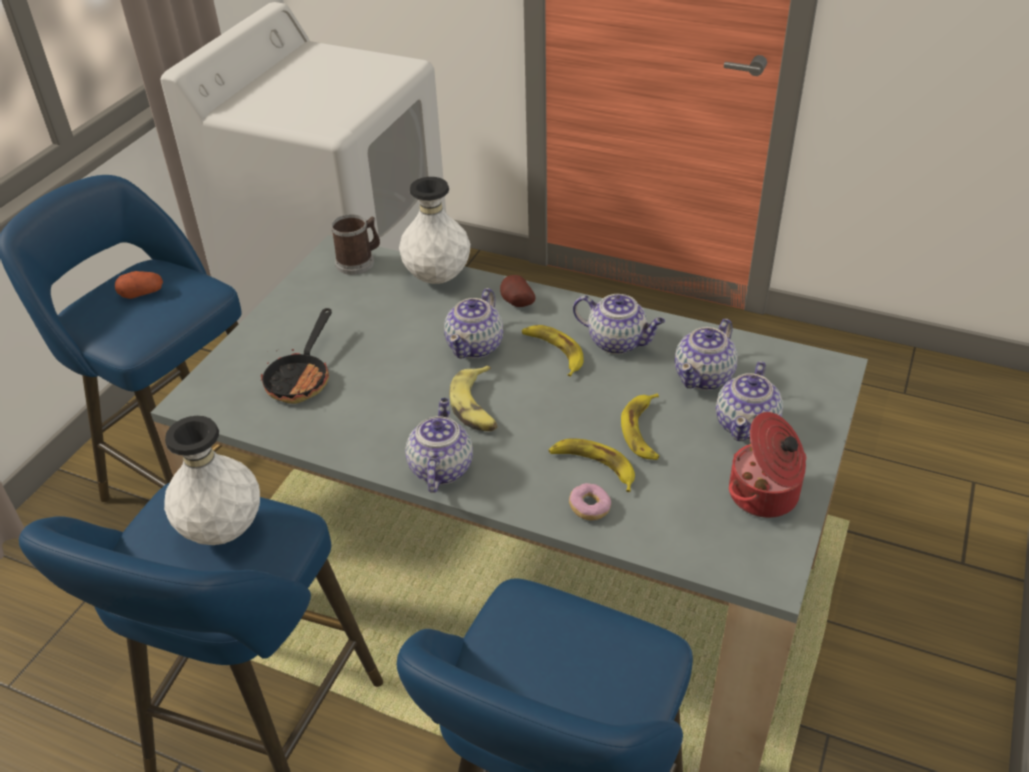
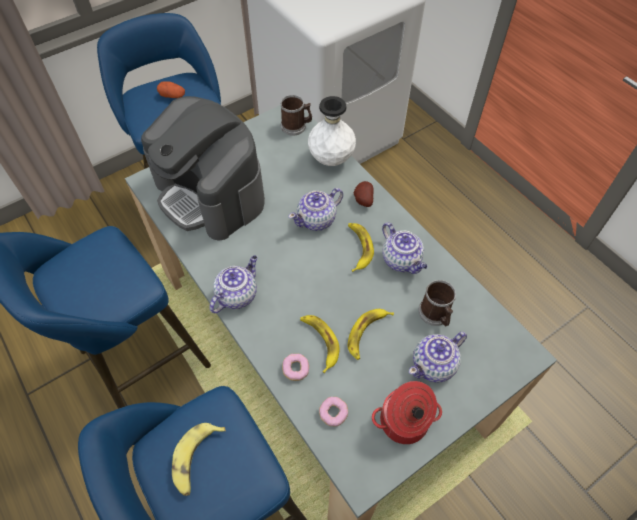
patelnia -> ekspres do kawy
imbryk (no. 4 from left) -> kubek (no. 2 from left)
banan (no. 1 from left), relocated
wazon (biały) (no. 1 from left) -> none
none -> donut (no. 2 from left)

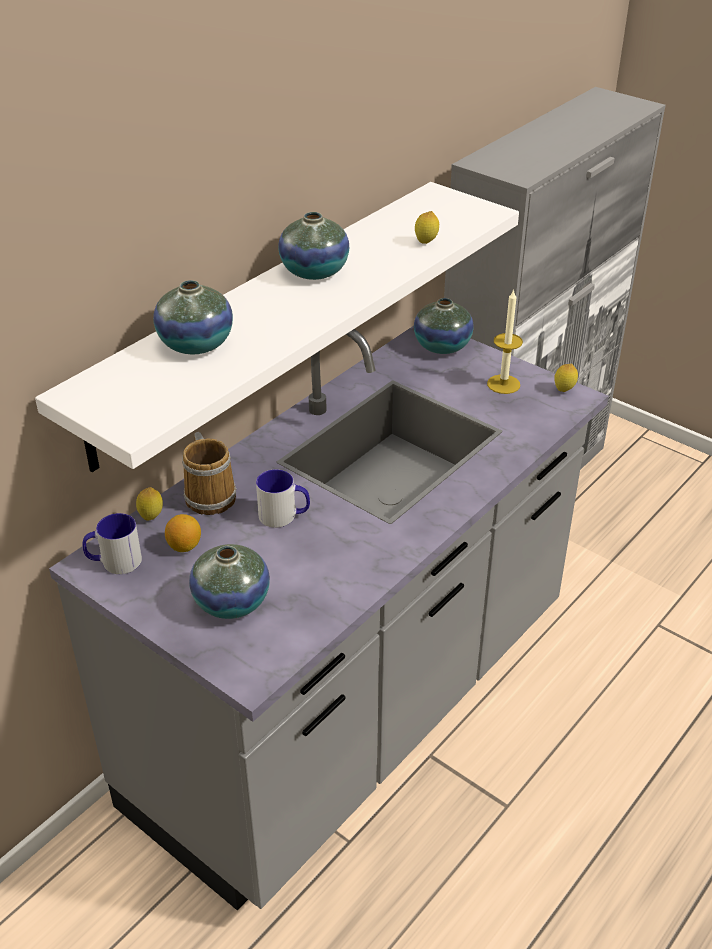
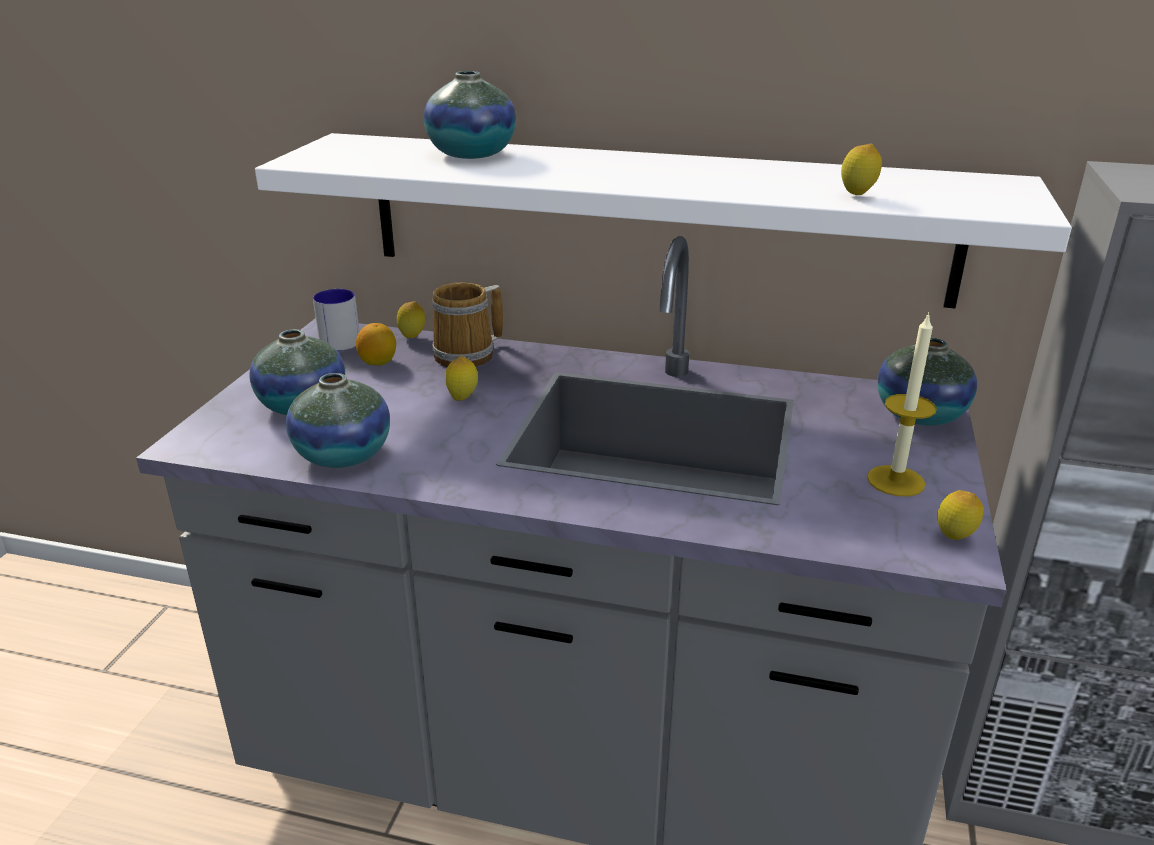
wazon (no. 3 from left in the first image) -> wazon (no. 2 from left), relocated
kubek (no. 3 from left) -> cytryna (no. 3 from left)

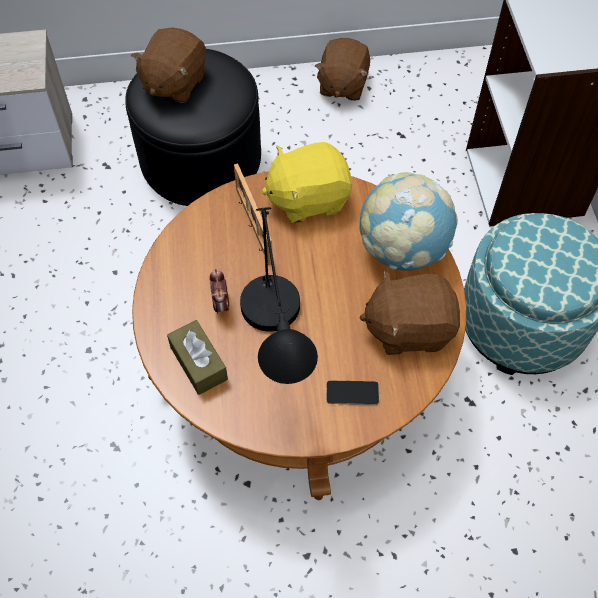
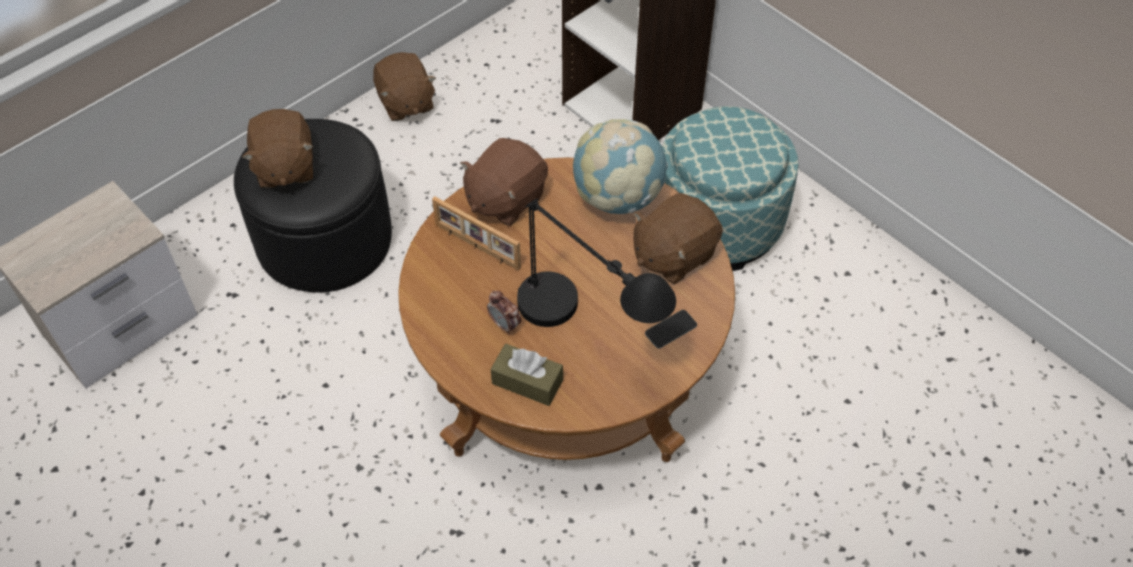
pluszak (żółty) -> pluszak (brązowy) (no. 3 from left)

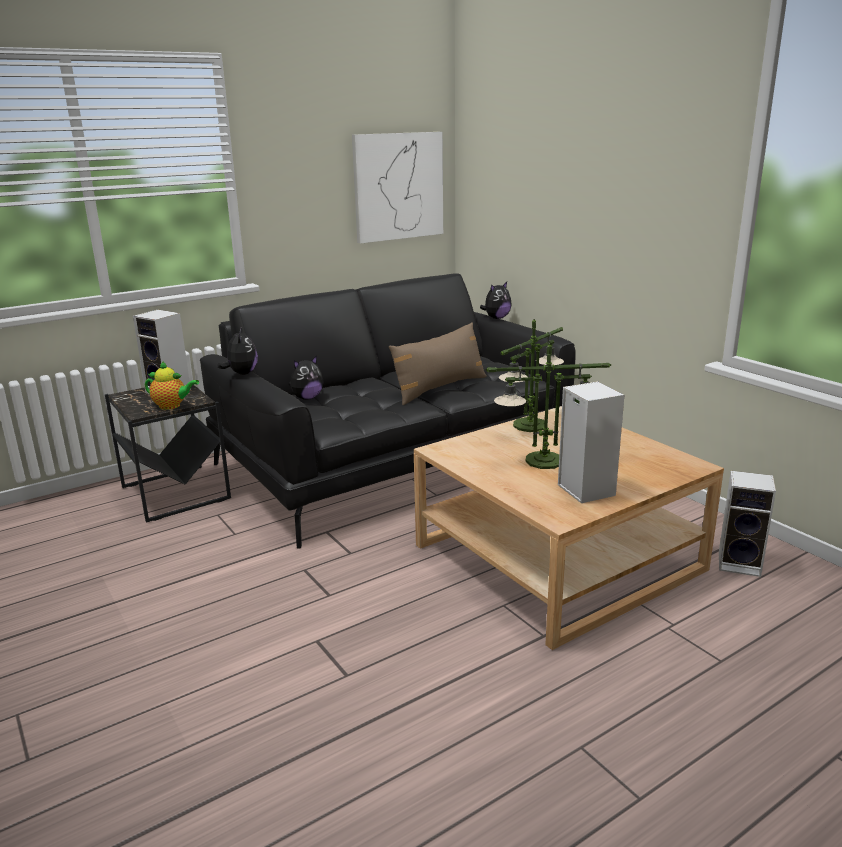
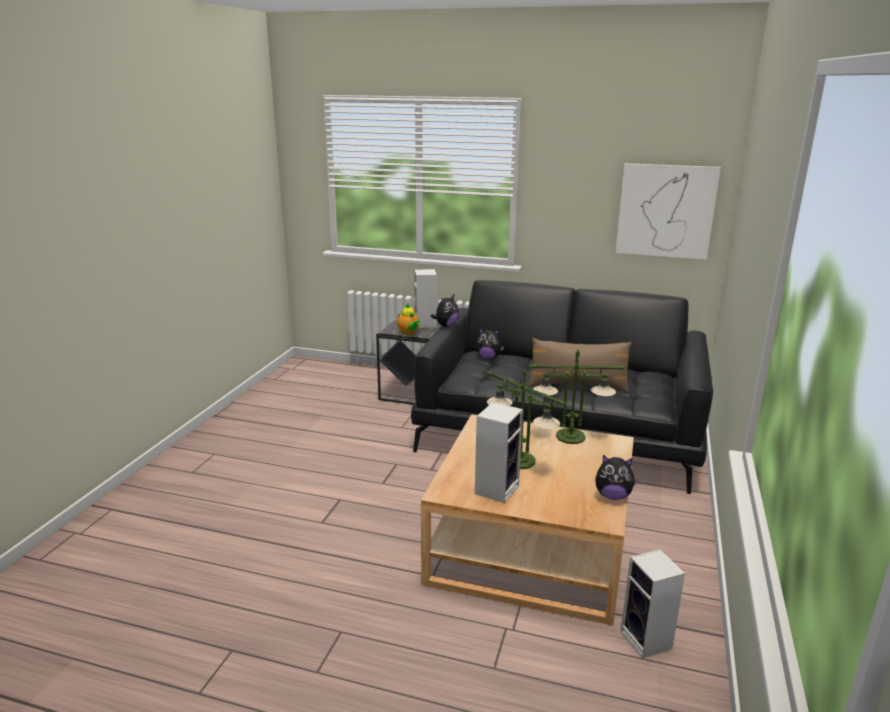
pluszak (no. 3 from left), relocated

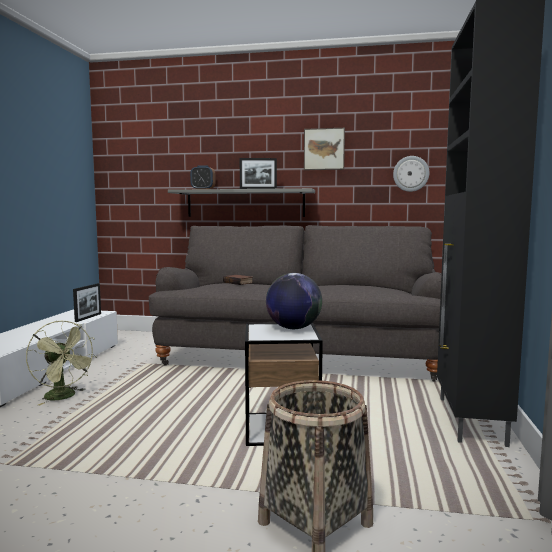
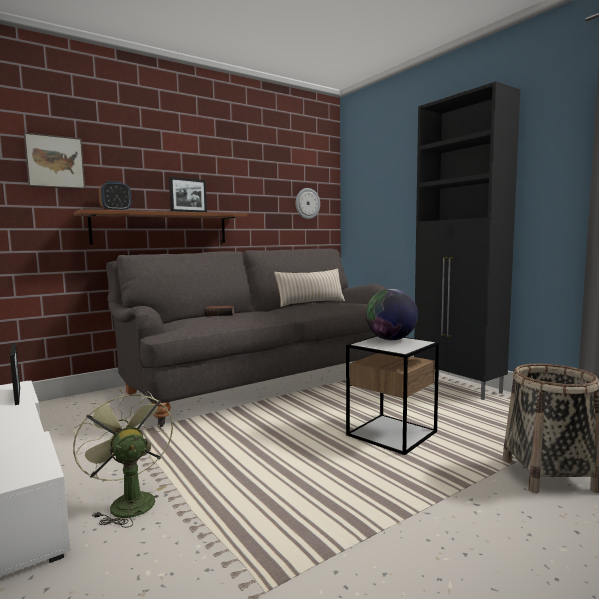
obraz, relocated
półka (szary) -> półka (brązowy)
wentylator (zielony), 120 degrees counterclockwise
none -> poduszka (beżowy)

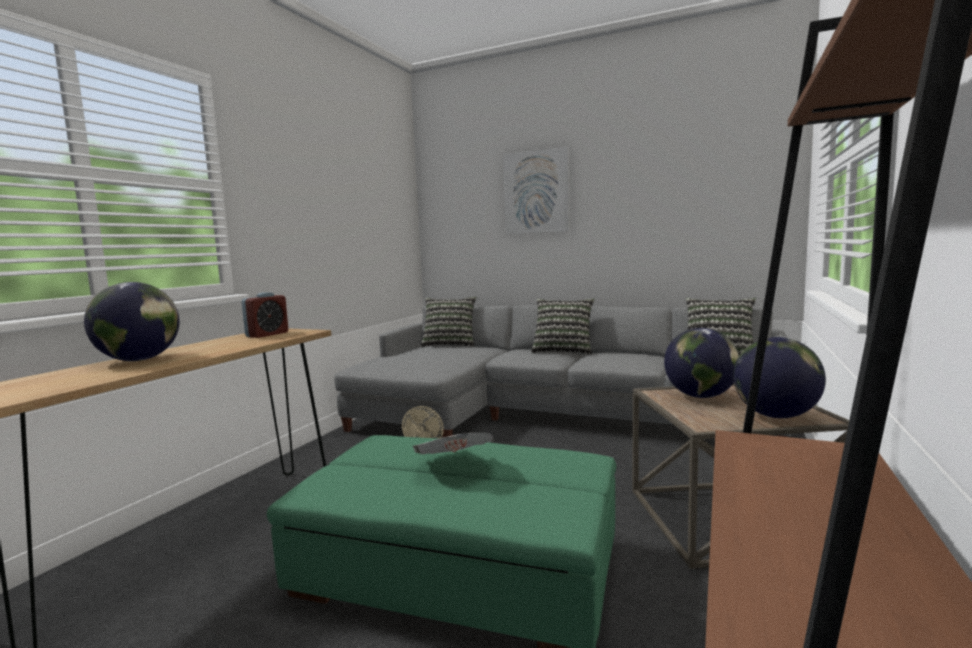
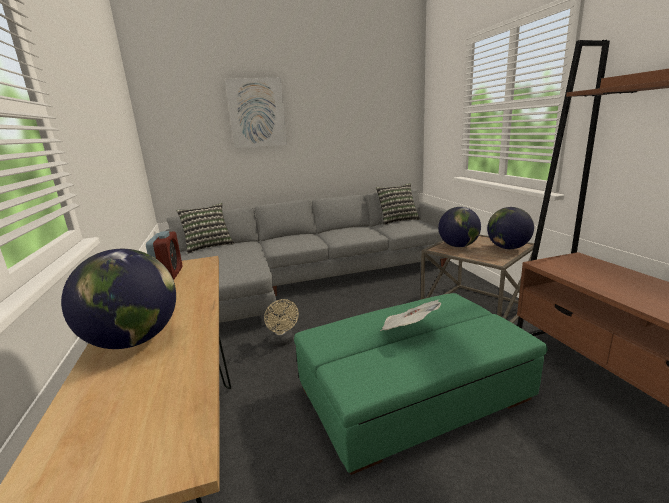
poduszka (no. 2 from left) -> none

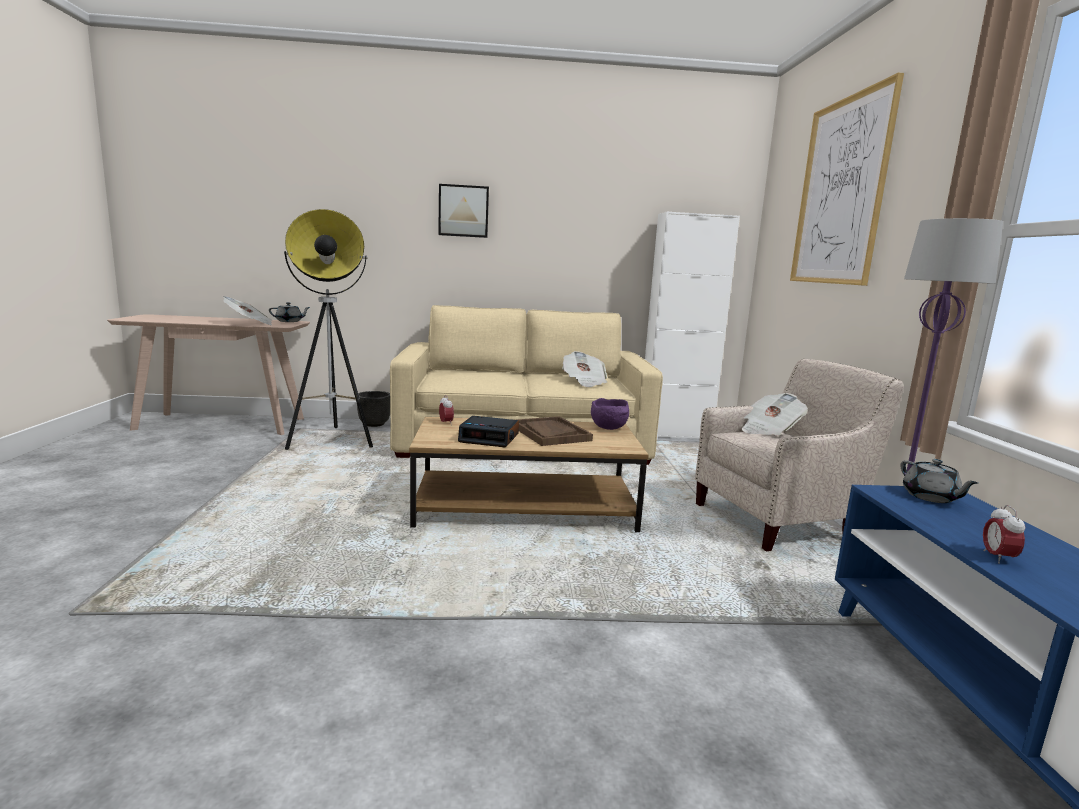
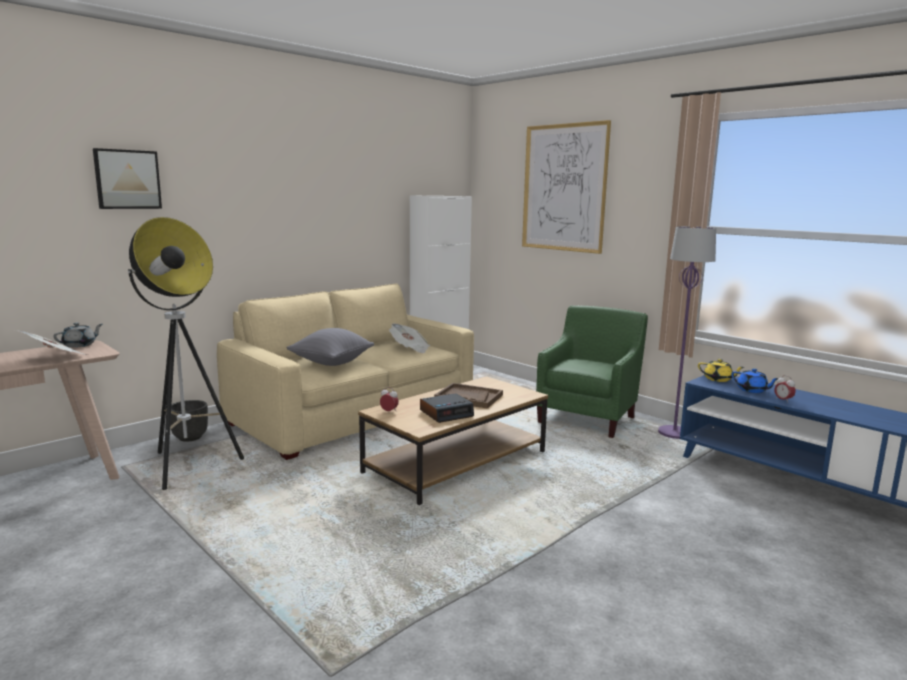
obraz (no. 1 from left), relocated
fotel (beżowy) -> fotel (zielony)
gazeta (no. 3 from left) -> none
miska (fioletowy) -> none
imbryk (szary) (no. 2 from left) -> imbryk (żółty)
none -> poduszka (szary)
none -> imbryk (niebieski)

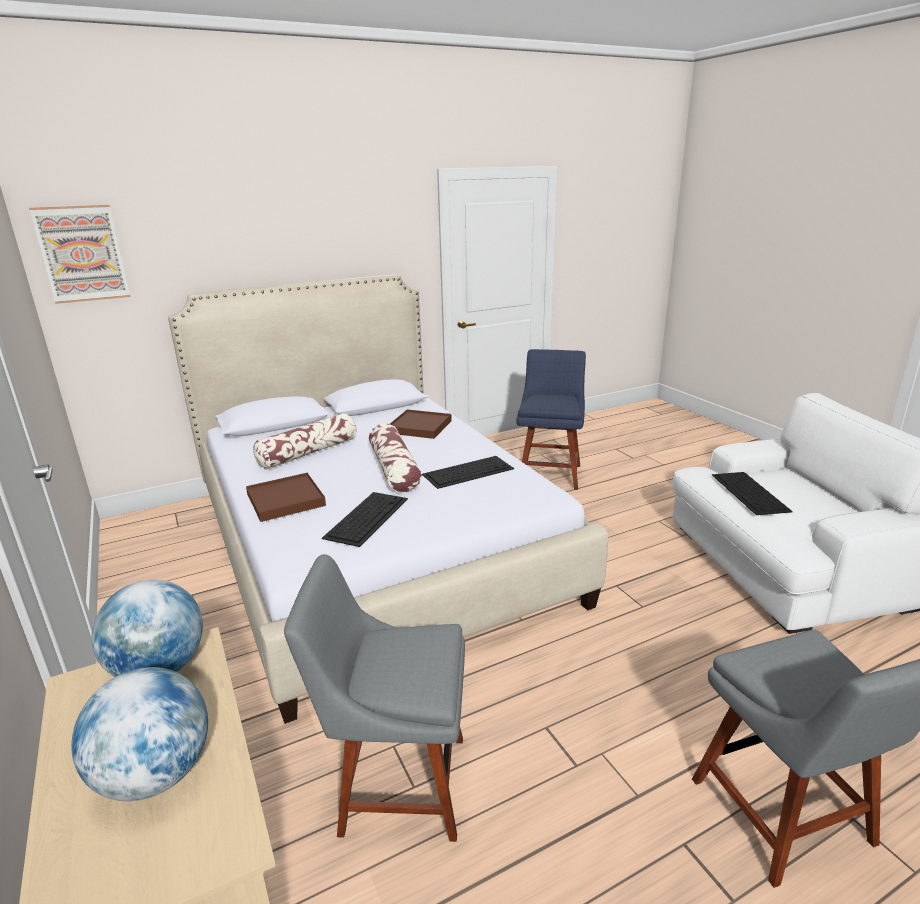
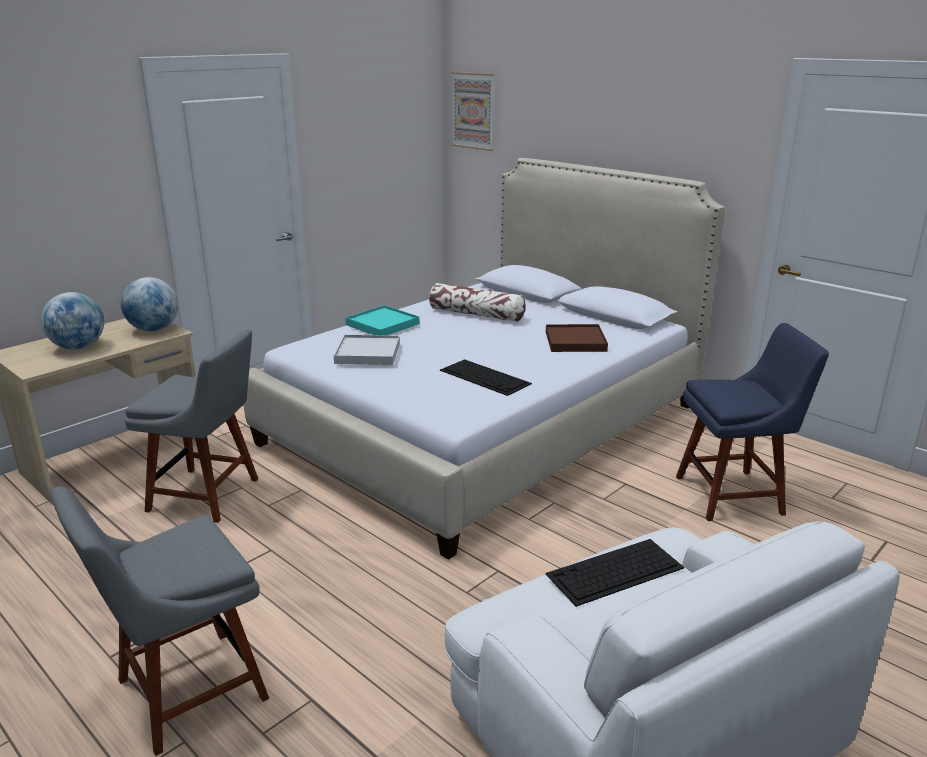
poduszka (no. 2 from left) -> none
taca (brązowy) (no. 1 from left) -> taca (turkusowy)
klawiatura (no. 1 from left) -> taca (biały)
krzesło (szary) (no. 1 from left in the first image) -> krzesło (szary) (no. 2 from left), 120 degrees clockwise

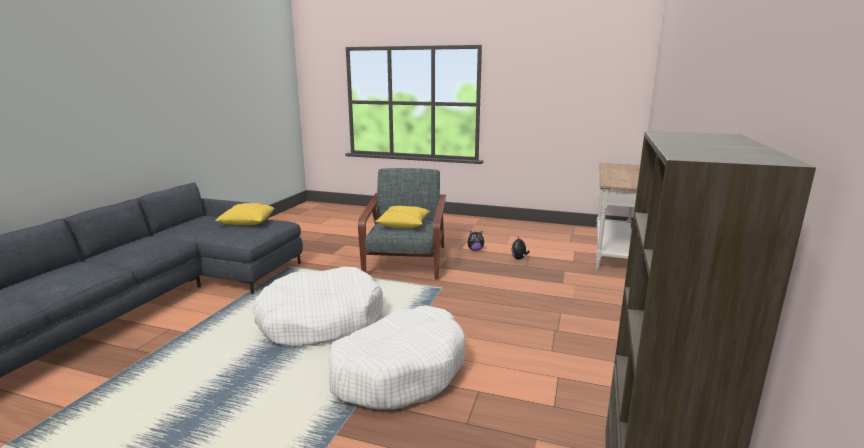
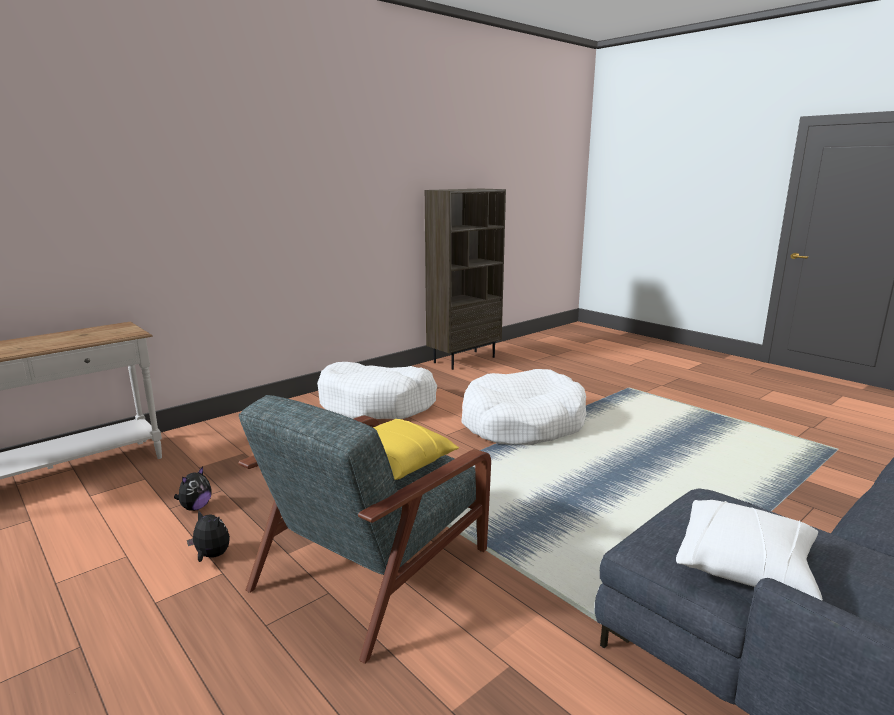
poduszka (żółty) (no. 1 from left) -> poduszka (biały)
legowisko (biały) (no. 1 from left), relocated

